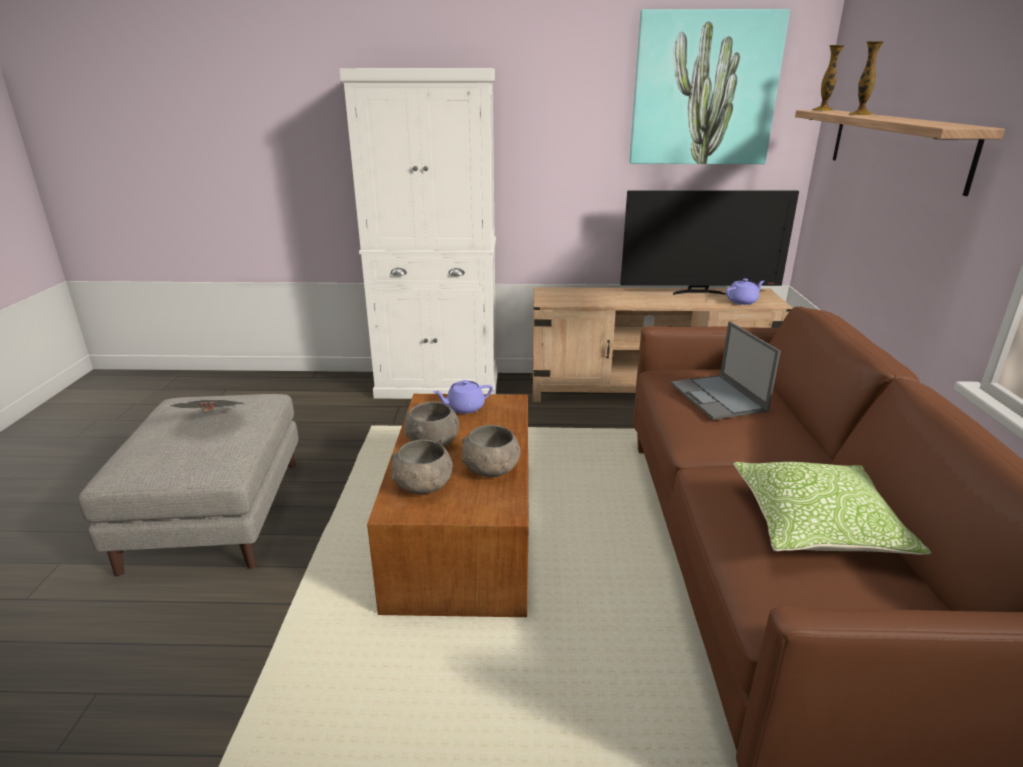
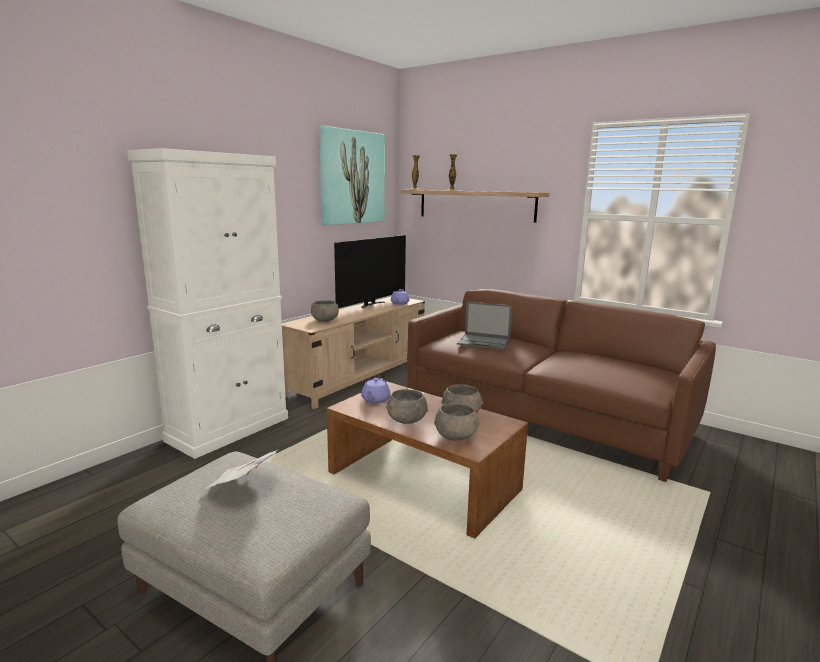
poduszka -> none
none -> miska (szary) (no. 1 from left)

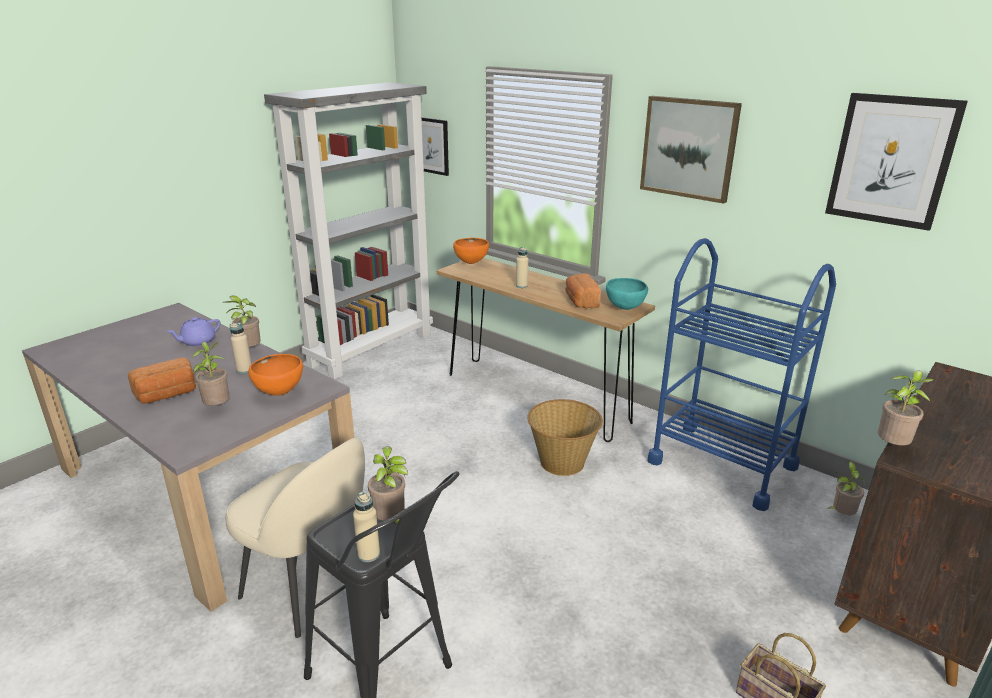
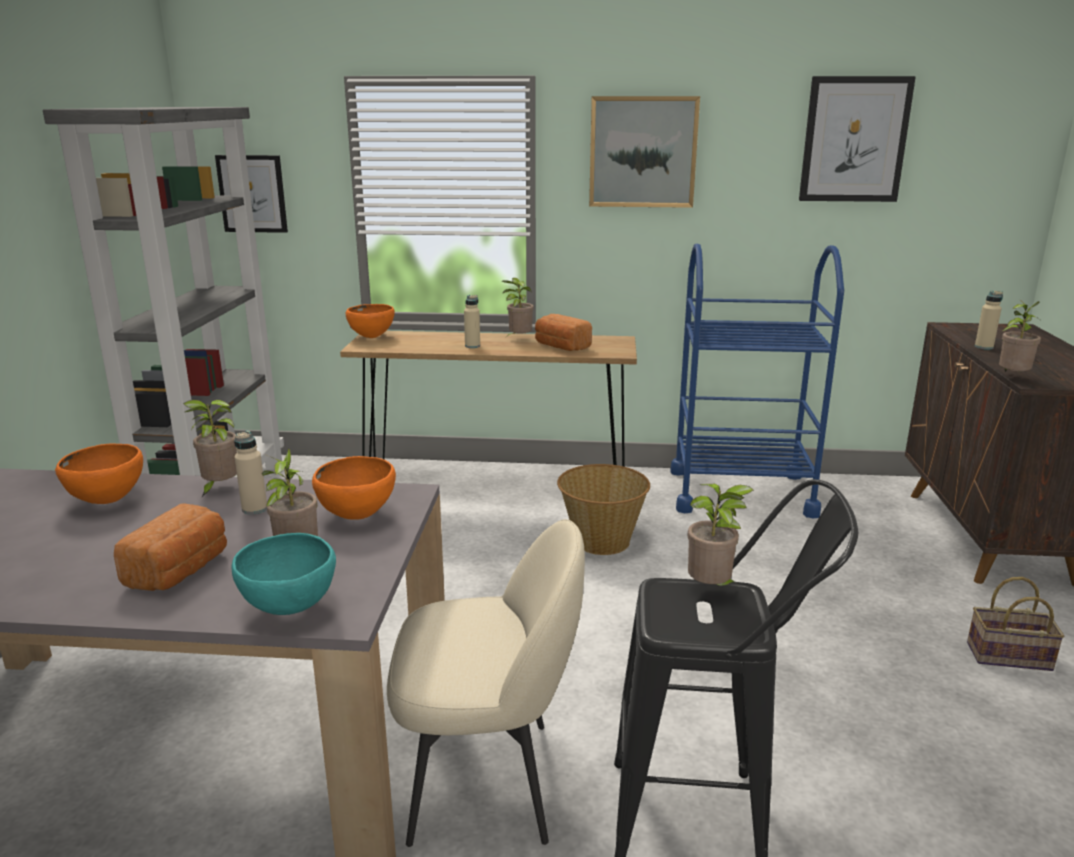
miska (turkusowy), relocated
imbryk (fioletowy) -> miska (pomarańczowy) (no. 1 from left)
roślina doniczkowa (no. 4 from left in the first image) -> roślina doniczkowa (no. 3 from left), relocated
butelka (beżowy) (no. 2 from left in the first image) -> butelka (beżowy) (no. 3 from left), relocated

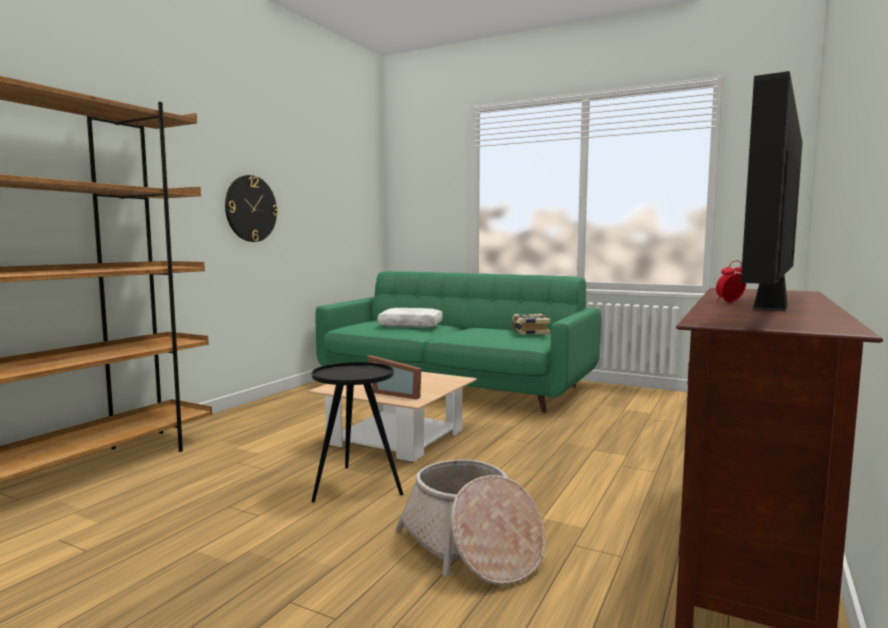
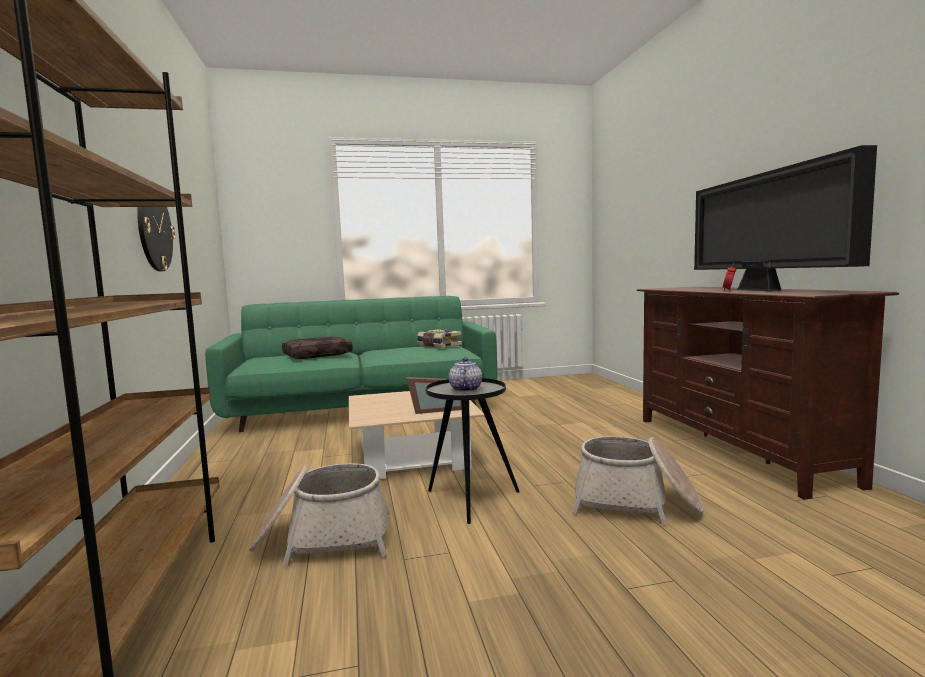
poduszka (biały) -> poduszka (brązowy)
none -> imbryk
none -> koszyk (no. 1 from left)

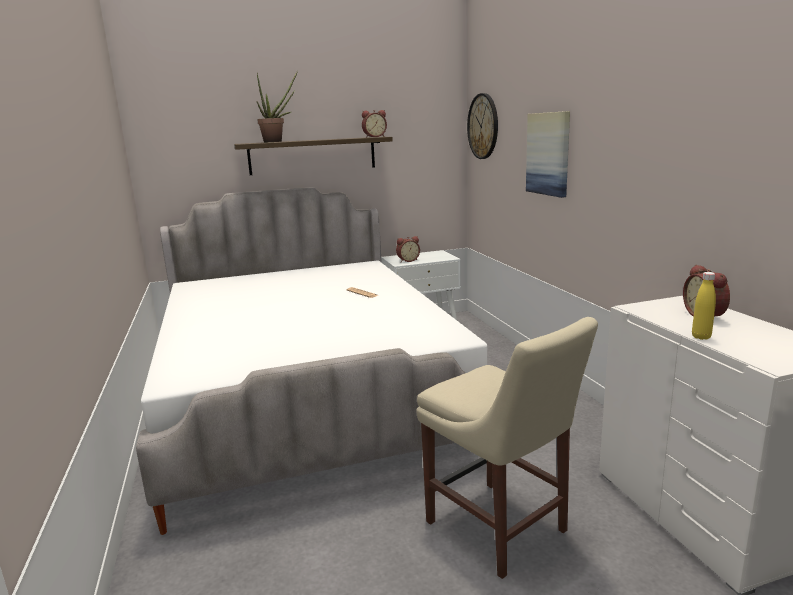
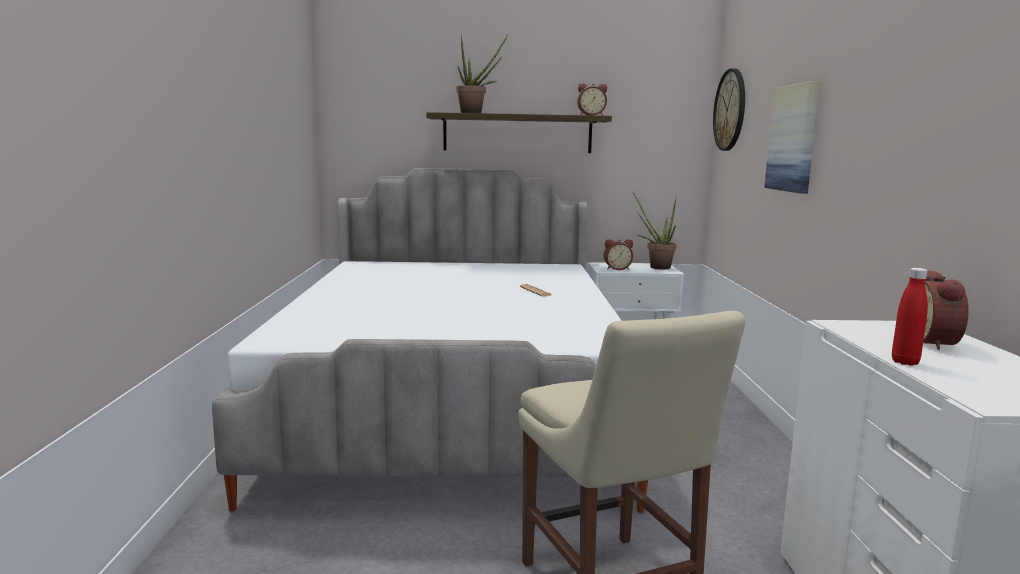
butelka (żółty) -> butelka (czerwony)
none -> roślina doniczkowa (no. 2 from left)

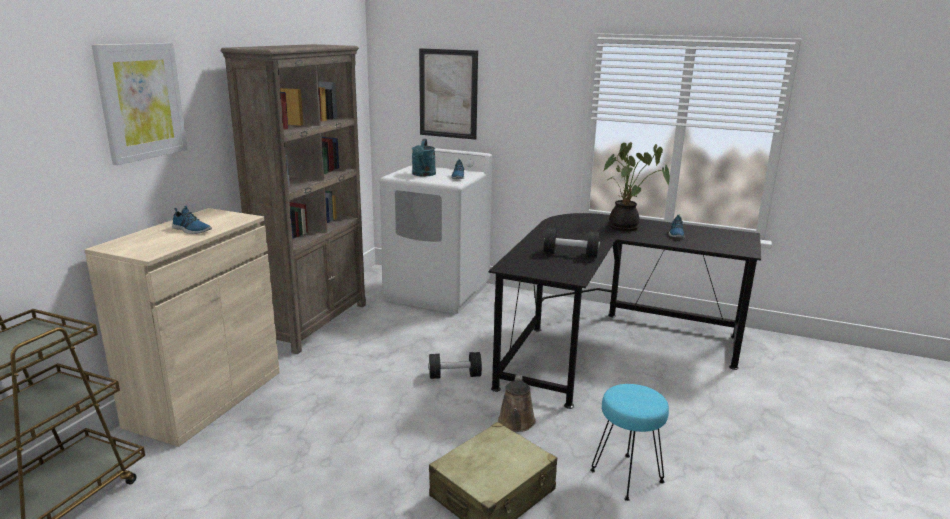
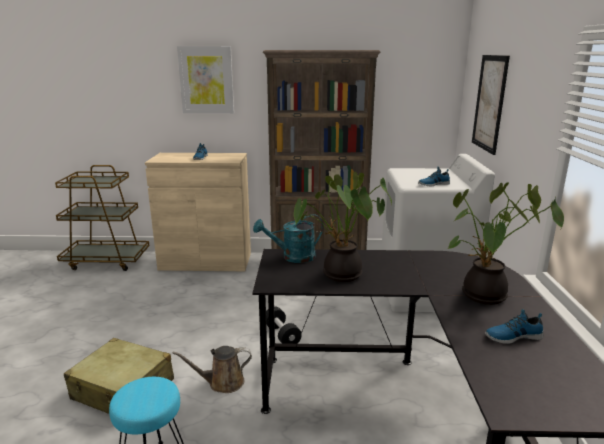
konewka (turkusowy), relocated
hantel (czarny) (no. 2 from left) -> roślina doniczkowa (no. 1 from left)

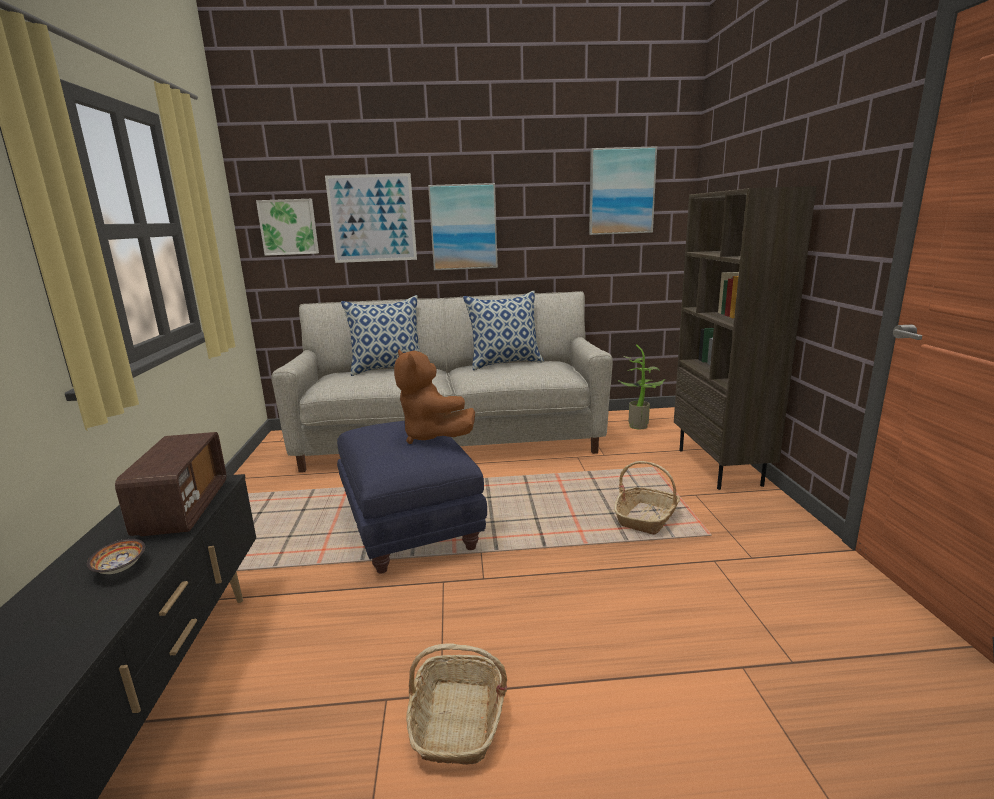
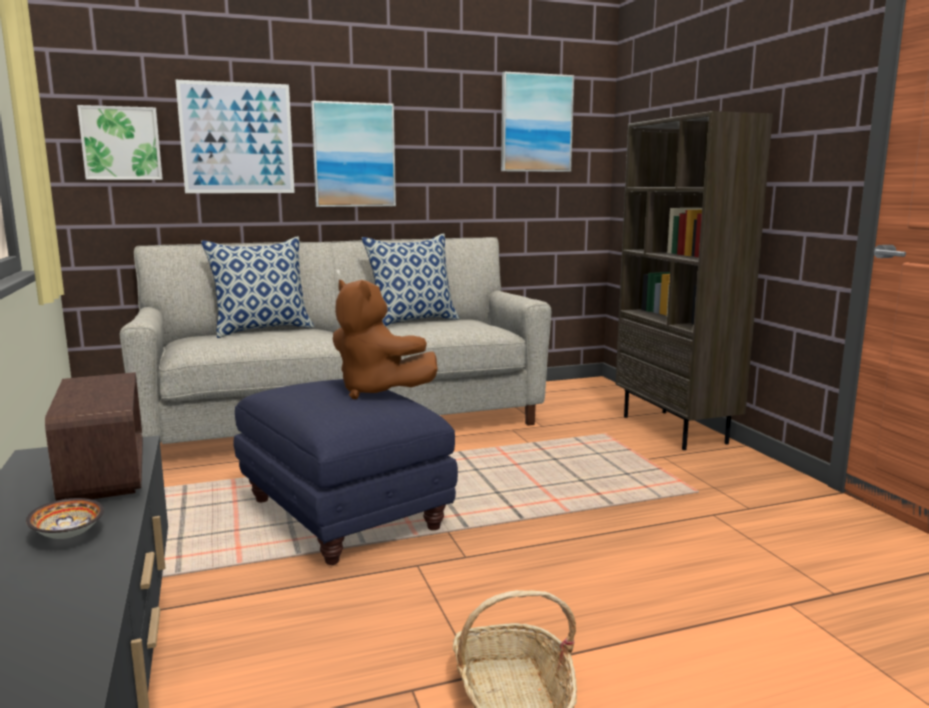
roślina doniczkowa -> none
koszyk (no. 2 from left) -> none

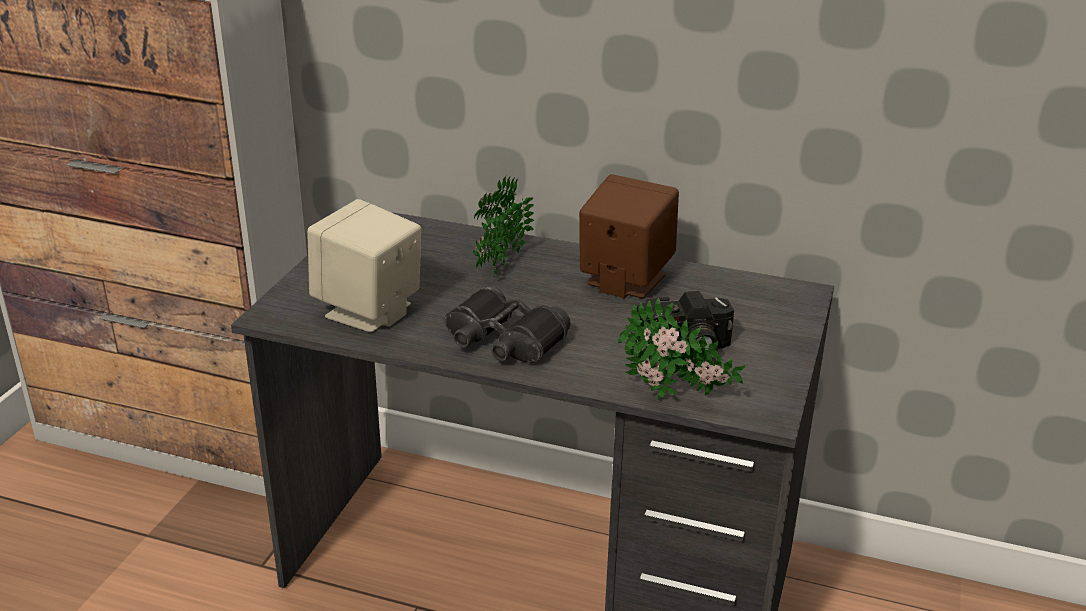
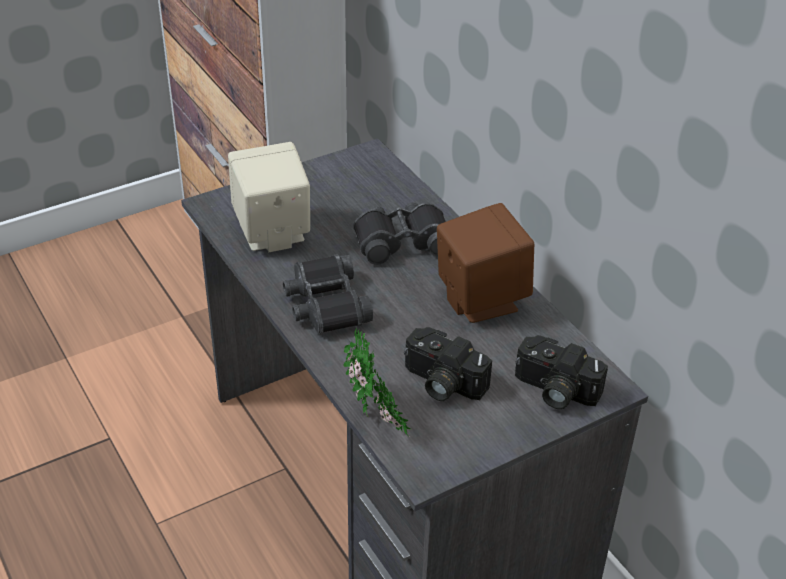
roślina doniczkowa (no. 1 from left) -> lornetka (czarny) (no. 2 from left)
none -> aparat fotograficzny (no. 2 from left)

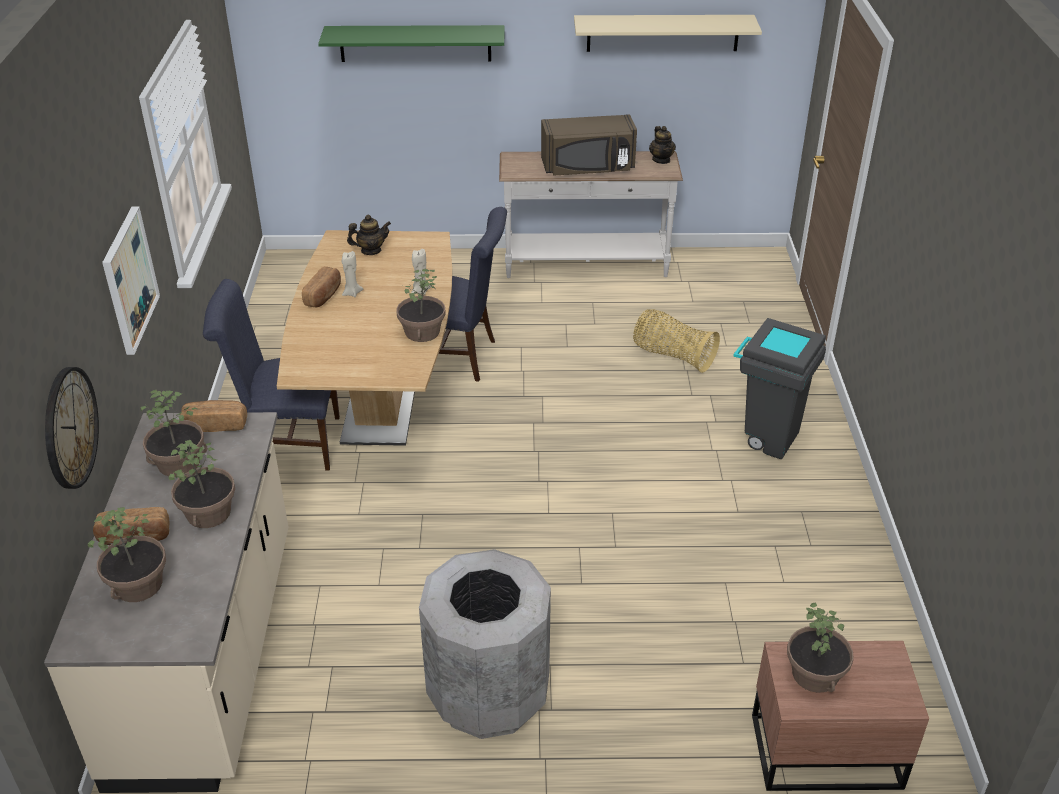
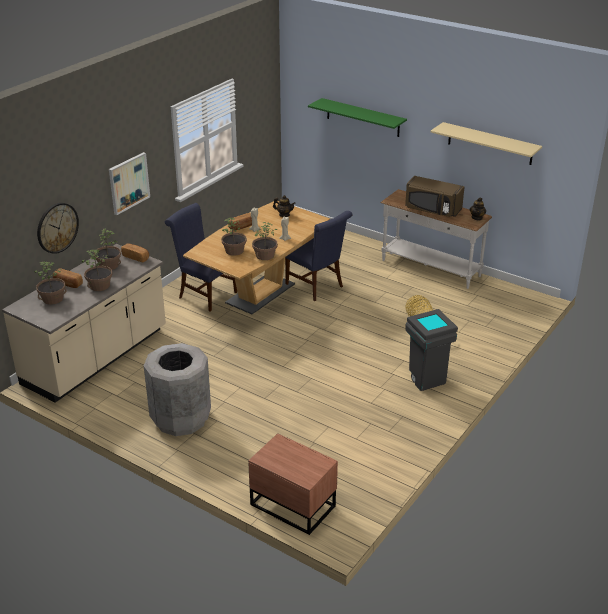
roślina doniczkowa (no. 5 from left in the first image) -> roślina doniczkowa (no. 4 from left), relocated

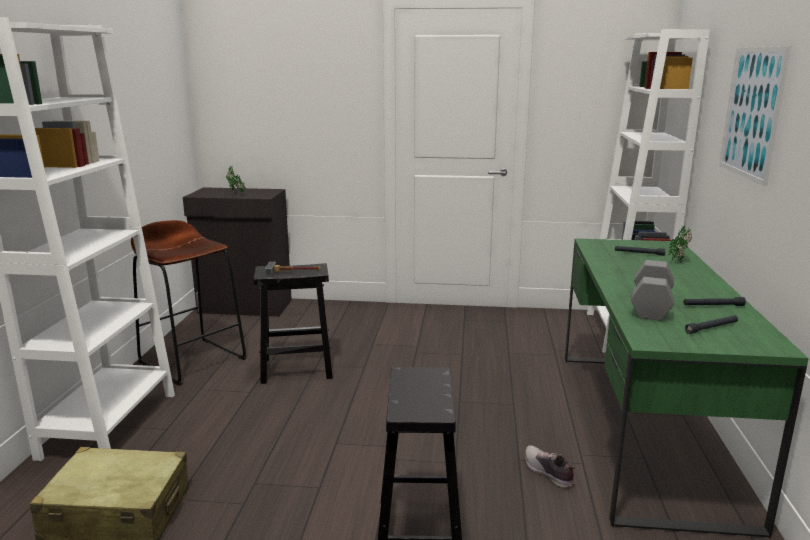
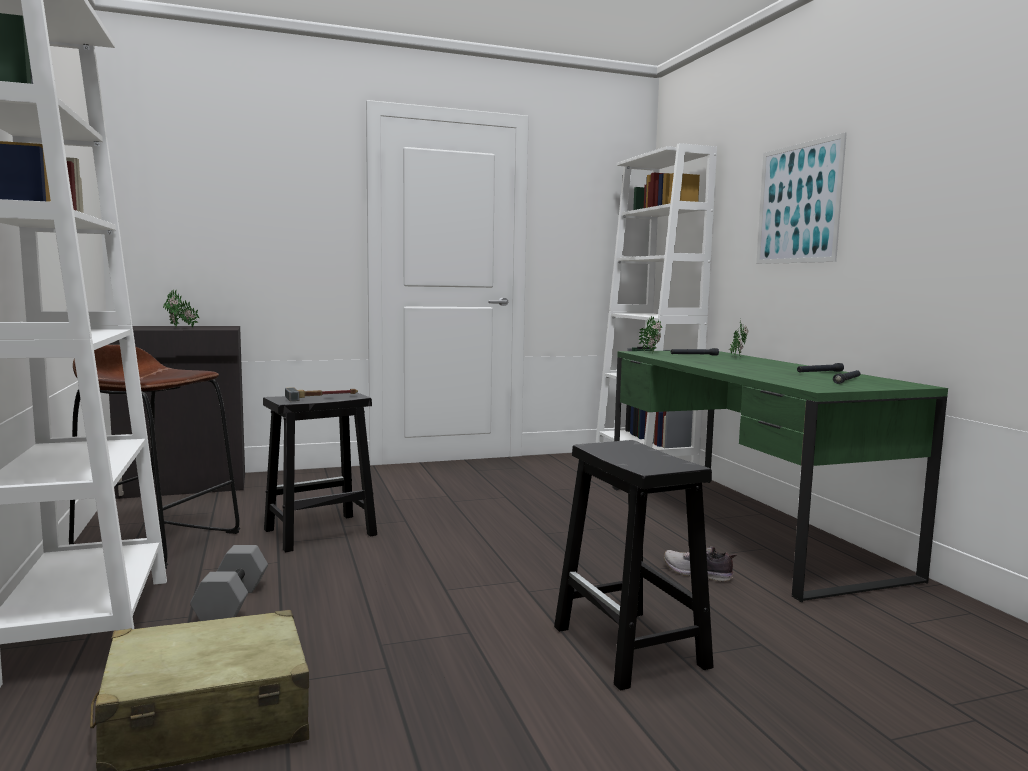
hantel (szary), relocated
none -> roślina doniczkowa (no. 2 from left)

